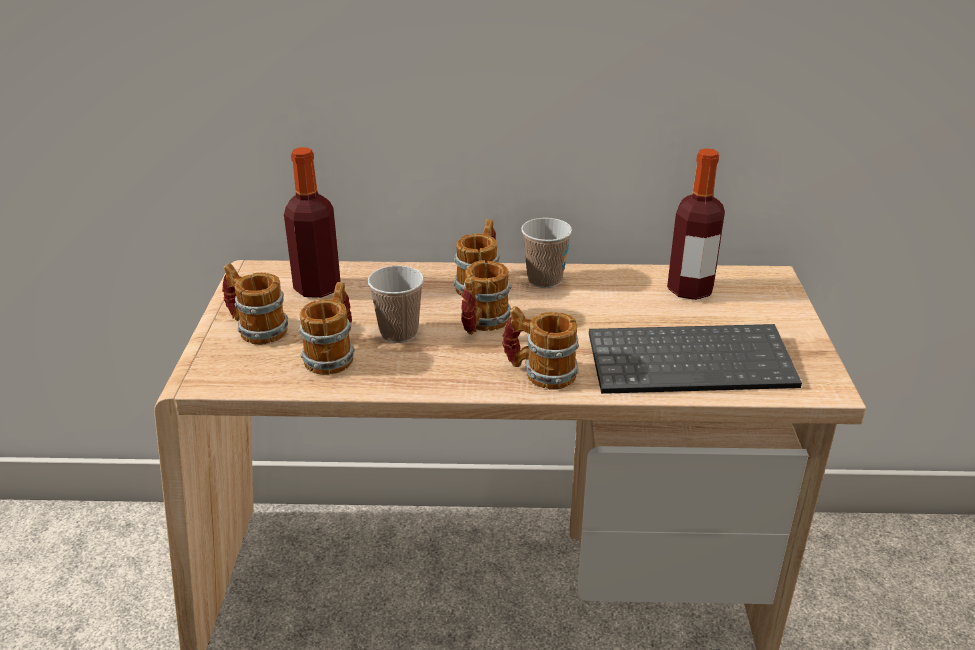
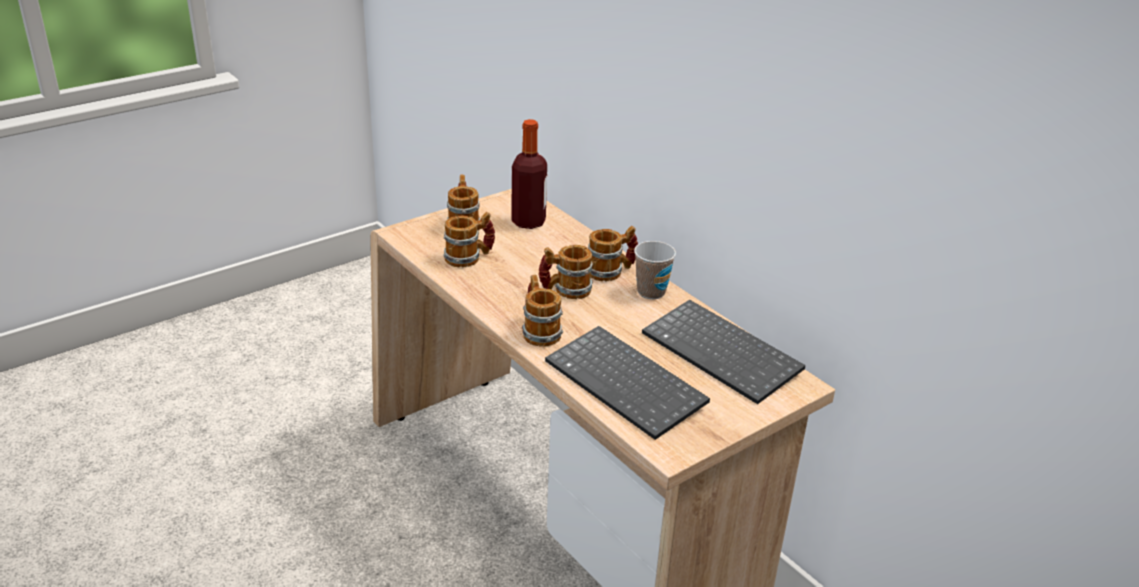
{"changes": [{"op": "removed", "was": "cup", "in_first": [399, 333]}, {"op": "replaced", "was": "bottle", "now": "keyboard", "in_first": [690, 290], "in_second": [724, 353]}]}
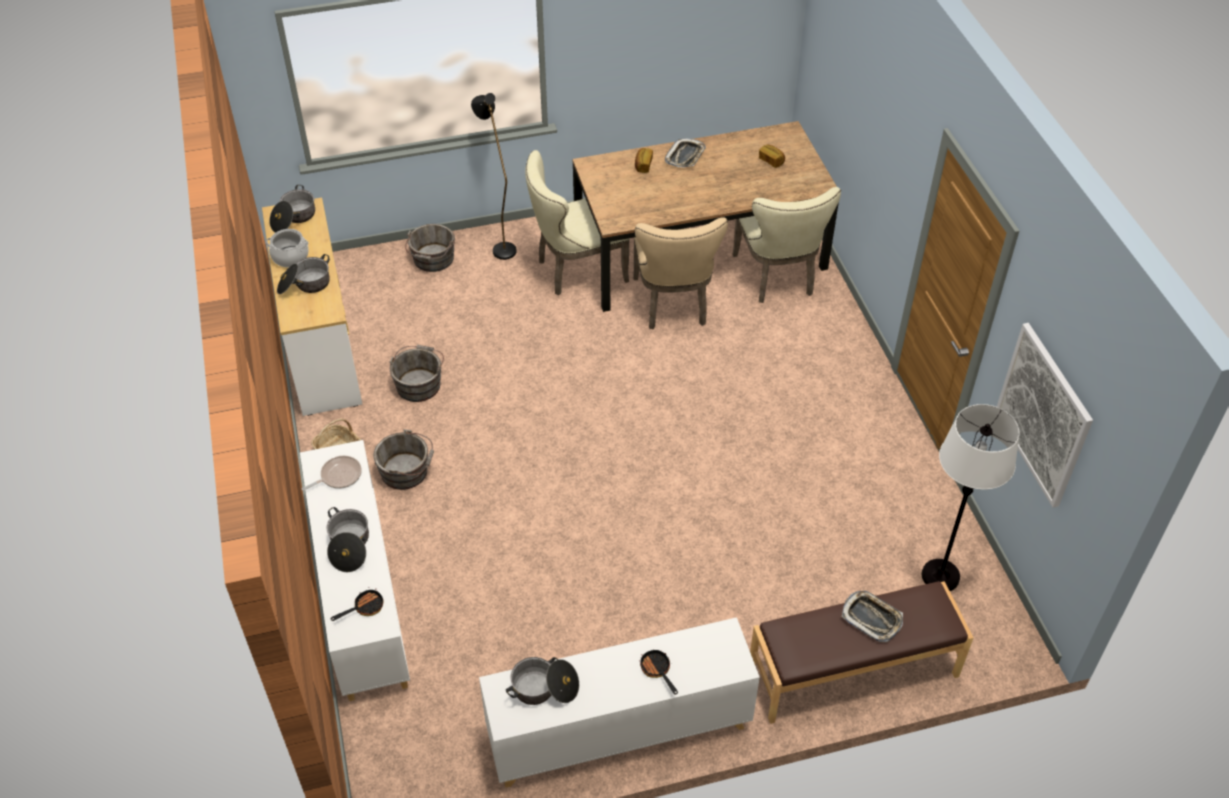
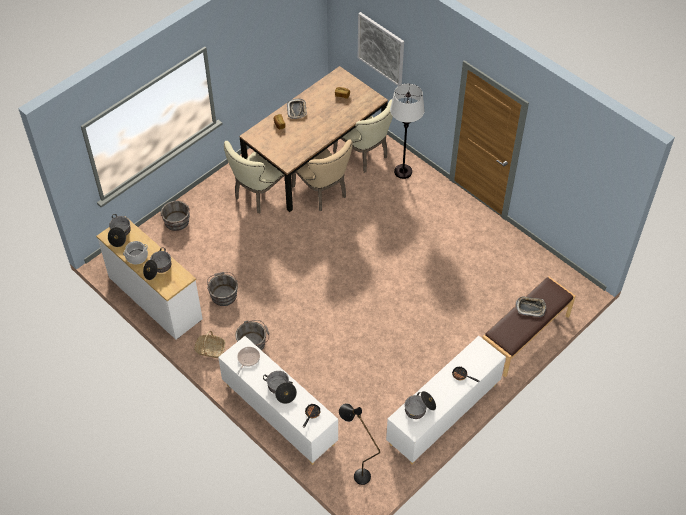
{"changes": [{"op": "moved", "was": "black floor lamp", "in_first": [500, 246], "in_second": [356, 473]}, {"op": "moved", "was": "white floor lamp", "in_first": [940, 576], "in_second": [403, 172]}, {"op": "moved", "was": "picture", "in_first": [1043, 415], "in_second": [381, 49]}]}
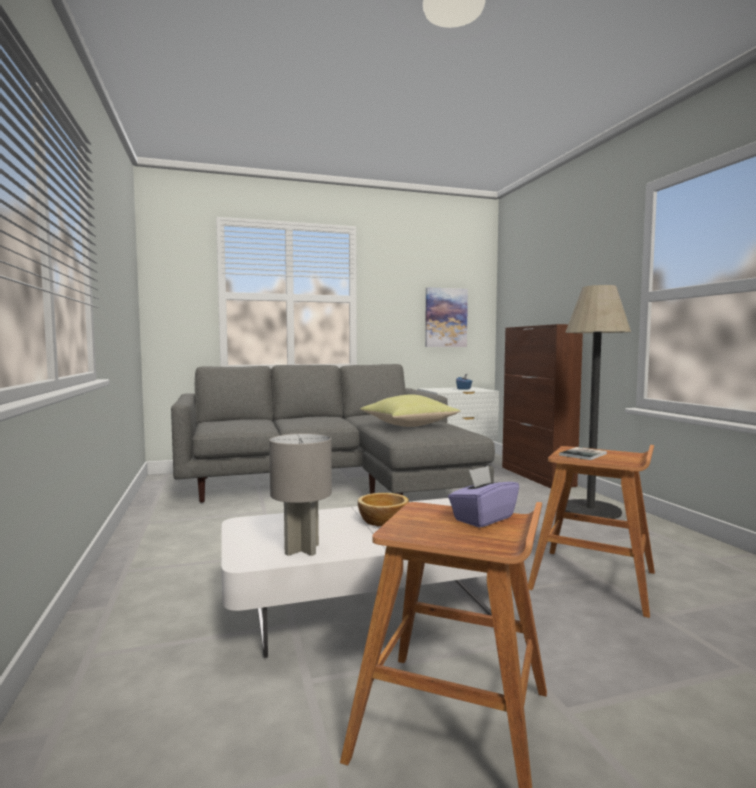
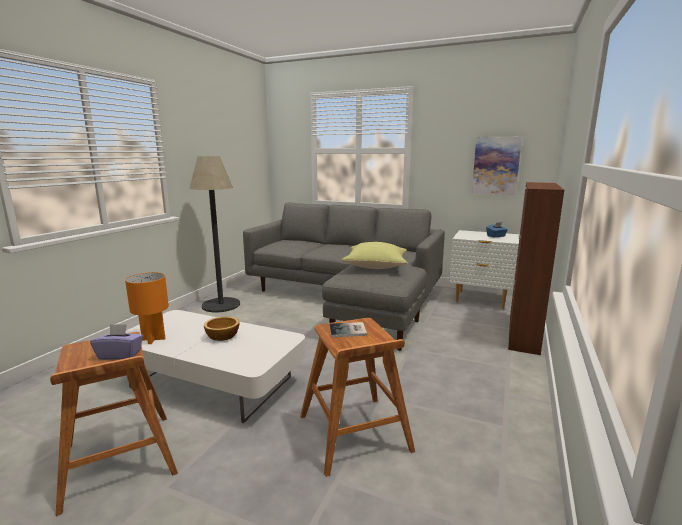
{"changes": [{"op": "recoloured", "was": "grey table lamp", "now": "orange table lamp", "in_first": [302, 549], "in_second": [154, 339]}, {"op": "moved", "was": "floor lamp", "in_first": [590, 510], "in_second": [221, 305]}]}
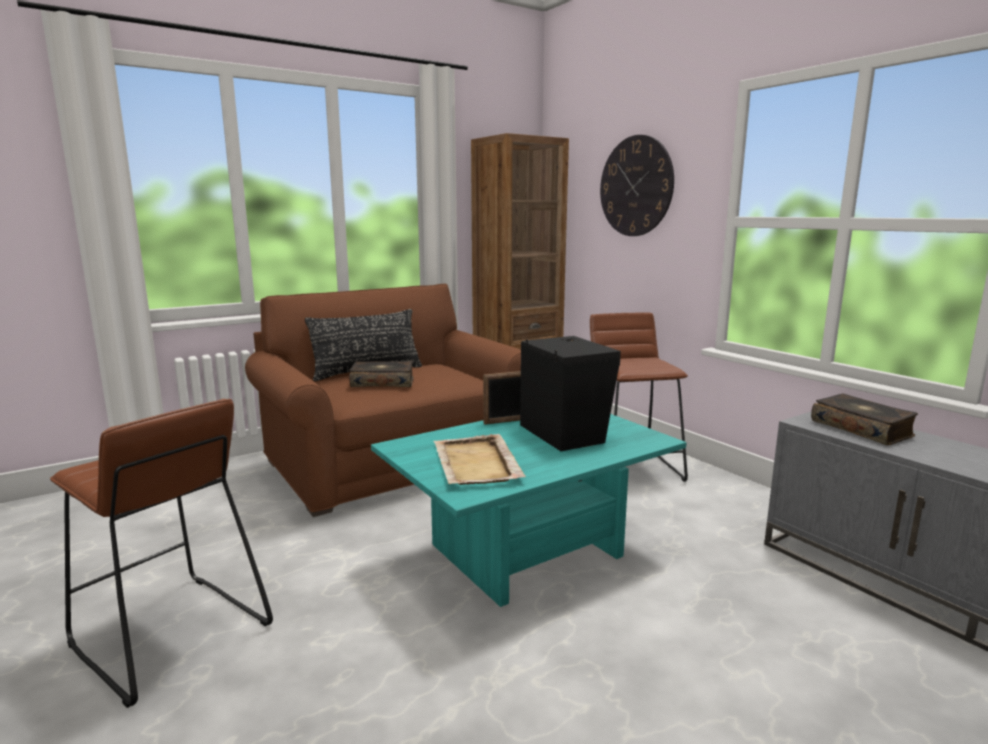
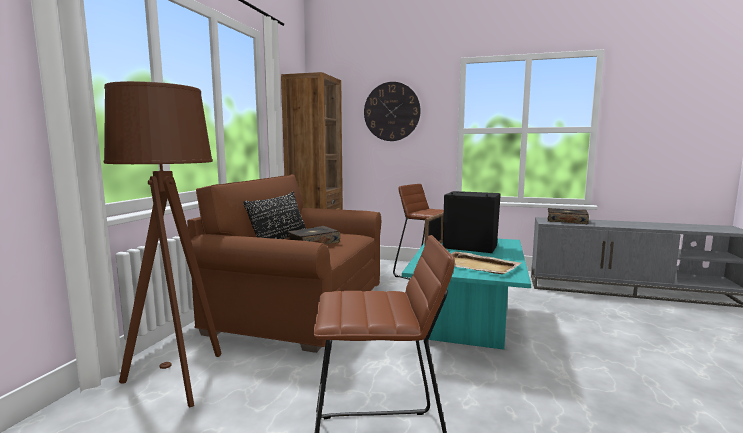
{"changes": [{"op": "added", "now": "brown floor lamp", "in_second": [179, 379]}]}
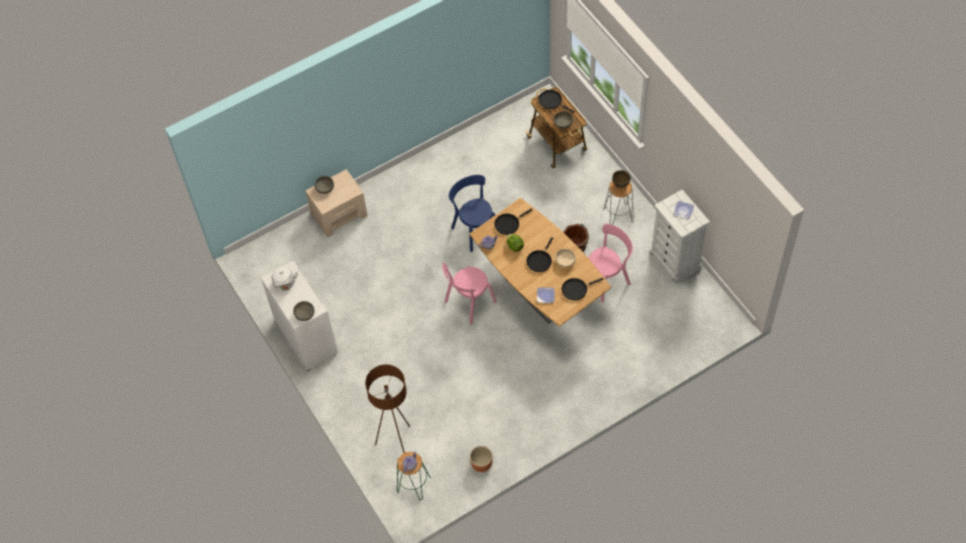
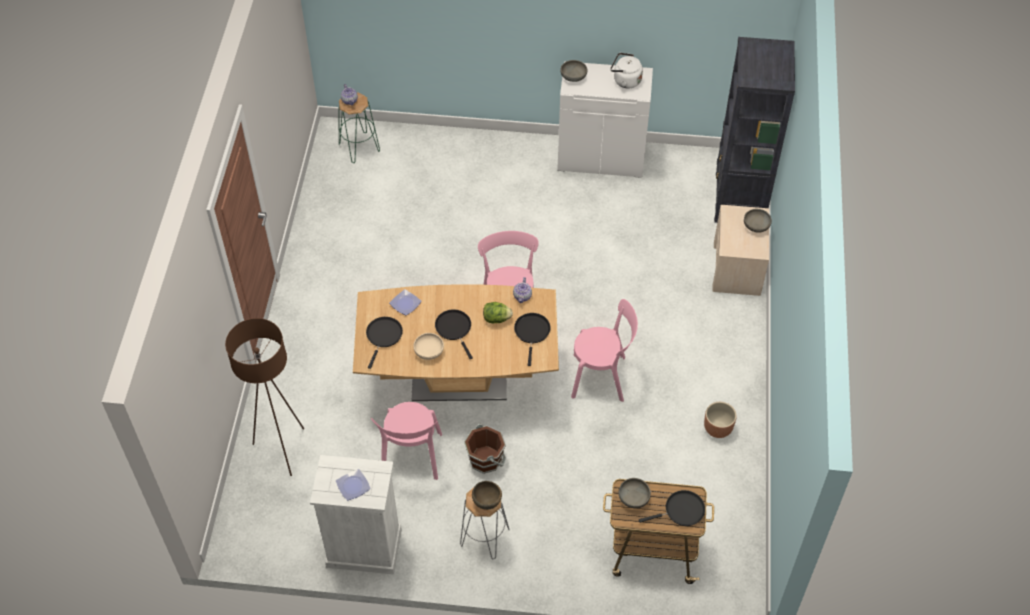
{"changes": [{"op": "moved", "was": "brown floor lamp", "in_first": [397, 443], "in_second": [282, 450]}, {"op": "recoloured", "was": "blue chair", "now": "pink chair", "in_first": [474, 229], "in_second": [602, 377]}, {"op": "moved", "was": "brown planter", "in_first": [482, 464], "in_second": [718, 429]}, {"op": "added", "now": "black bookcase", "in_second": [738, 201]}]}
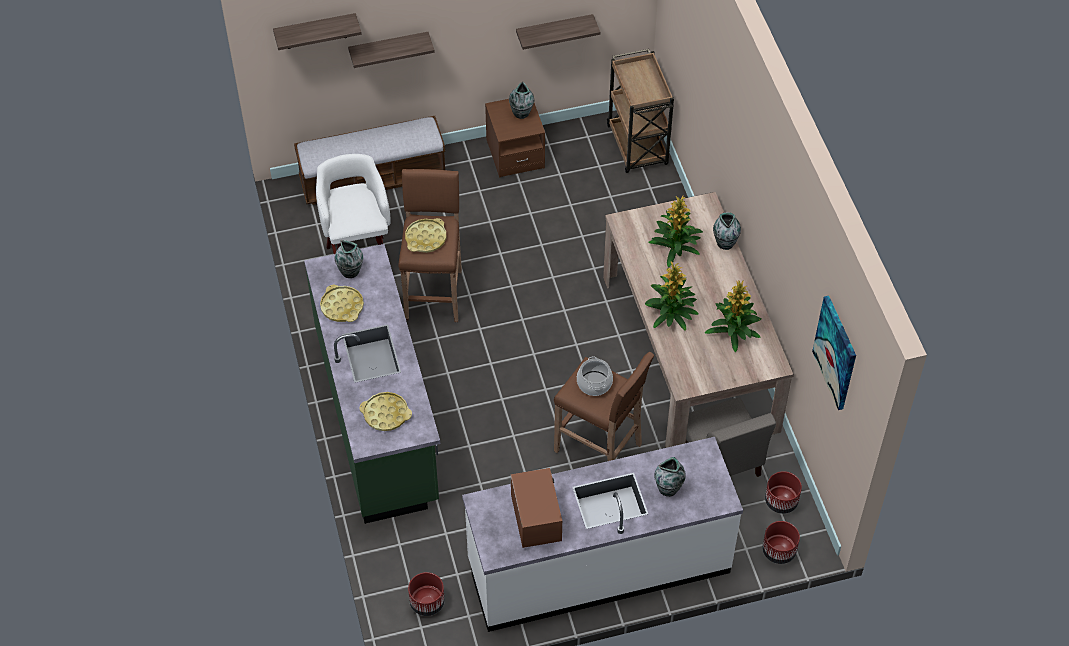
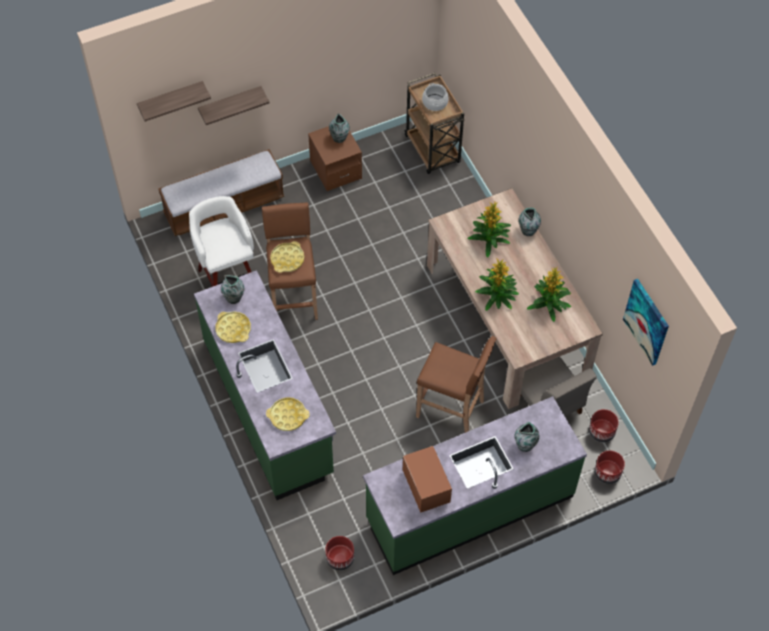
{"changes": [{"op": "recoloured", "was": "white counter", "now": "green counter", "in_first": [598, 566], "in_second": [469, 507]}, {"op": "removed", "was": "shelf", "in_first": [554, 31]}, {"op": "moved", "was": "cooking pot", "in_first": [594, 383], "in_second": [435, 102]}]}
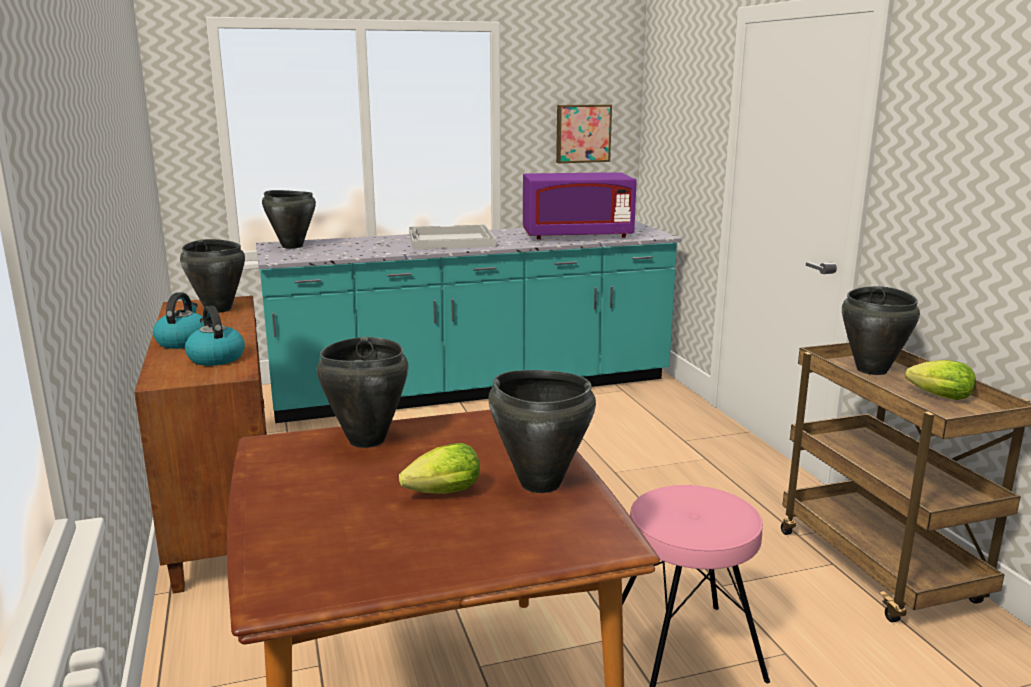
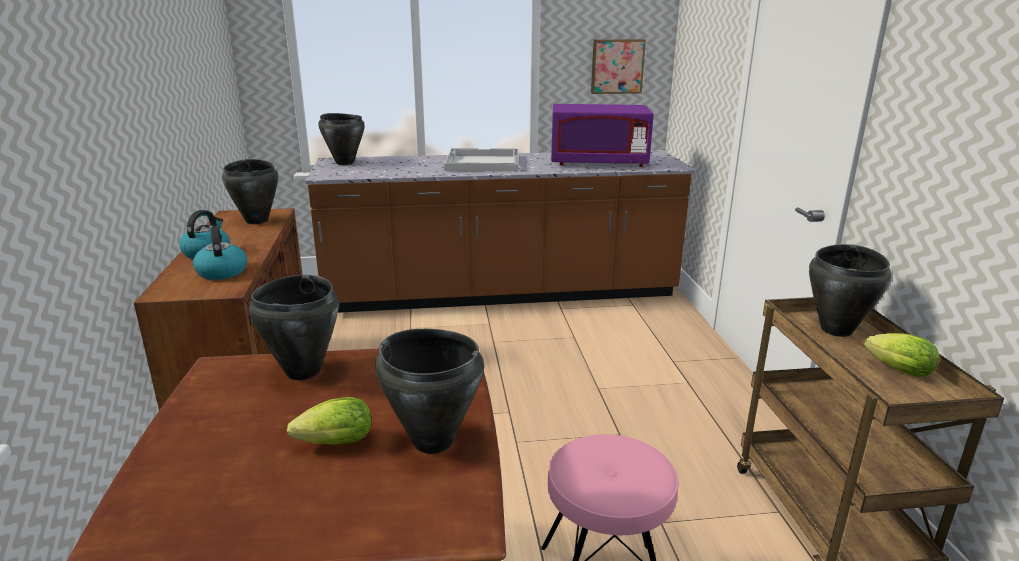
{"changes": [{"op": "recoloured", "was": "turquoise counter", "now": "brown counter", "in_first": [474, 389], "in_second": [501, 294]}]}
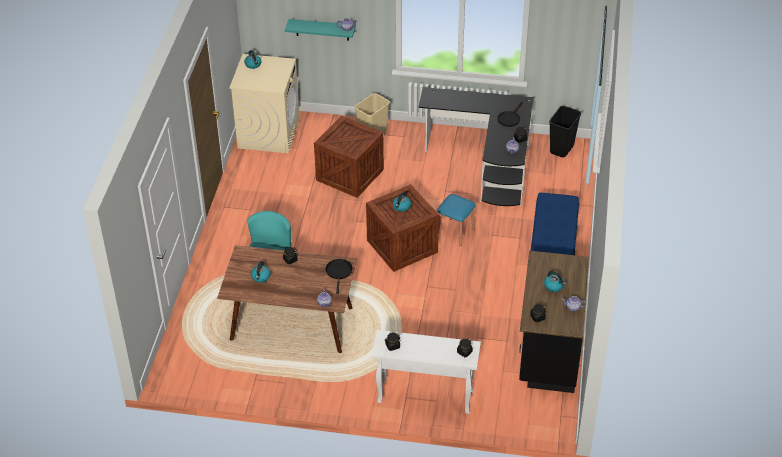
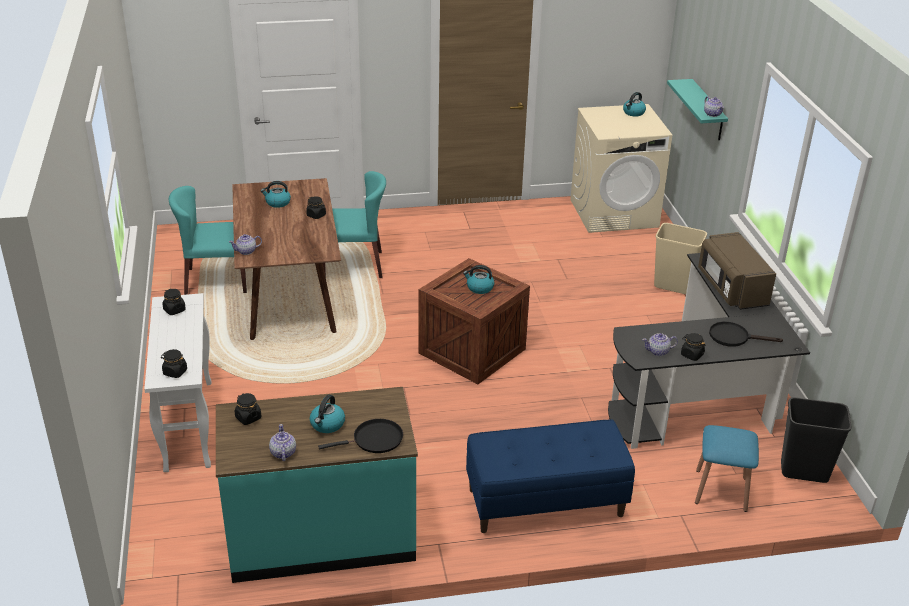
{"changes": [{"op": "removed", "was": "crate", "in_first": [350, 175]}, {"op": "moved", "was": "black frying pan", "in_first": [339, 272], "in_second": [374, 440]}, {"op": "moved", "was": "blue stool", "in_first": [455, 232], "in_second": [721, 490]}, {"op": "recoloured", "was": "black counter", "now": "turquoise counter", "in_first": [548, 349], "in_second": [321, 535]}, {"op": "added", "now": "turquoise chair", "in_second": [216, 281]}, {"op": "added", "now": "brown microwave", "in_second": [731, 288]}]}
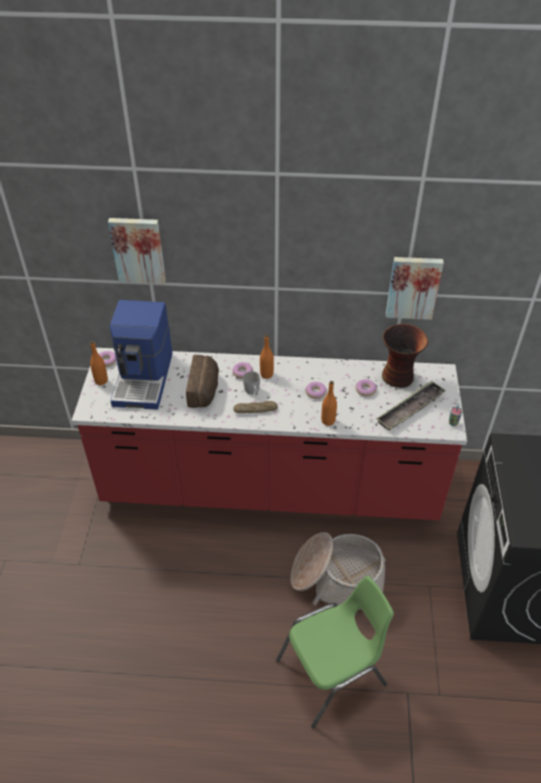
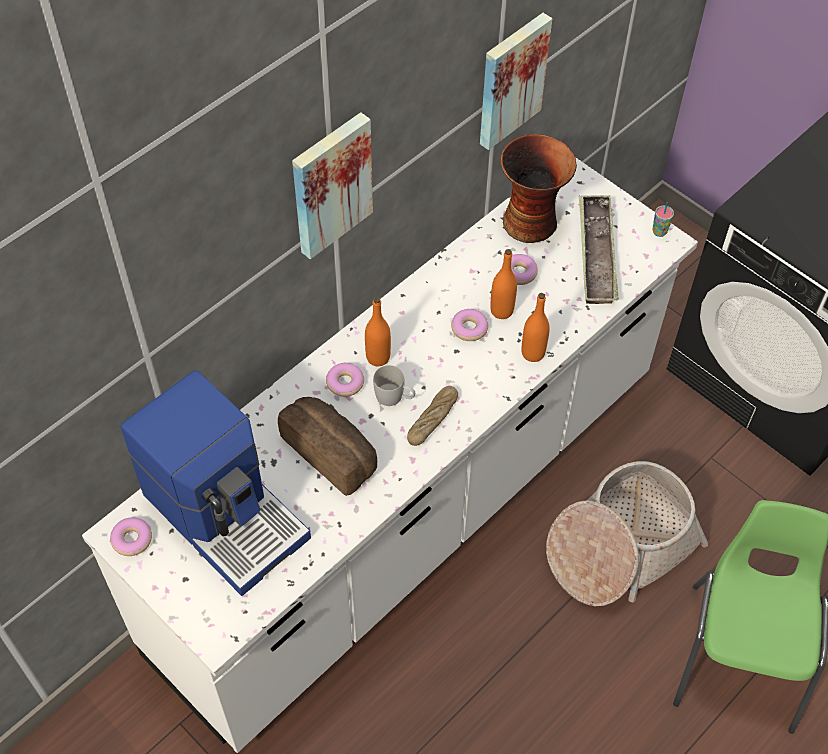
{"changes": [{"op": "recoloured", "was": "red counter", "now": "white counter", "in_first": [270, 488], "in_second": [411, 514]}, {"op": "moved", "was": "orange bottle", "in_first": [101, 381], "in_second": [501, 310]}, {"op": "moved", "was": "picture", "in_first": [138, 249], "in_second": [330, 184]}]}
